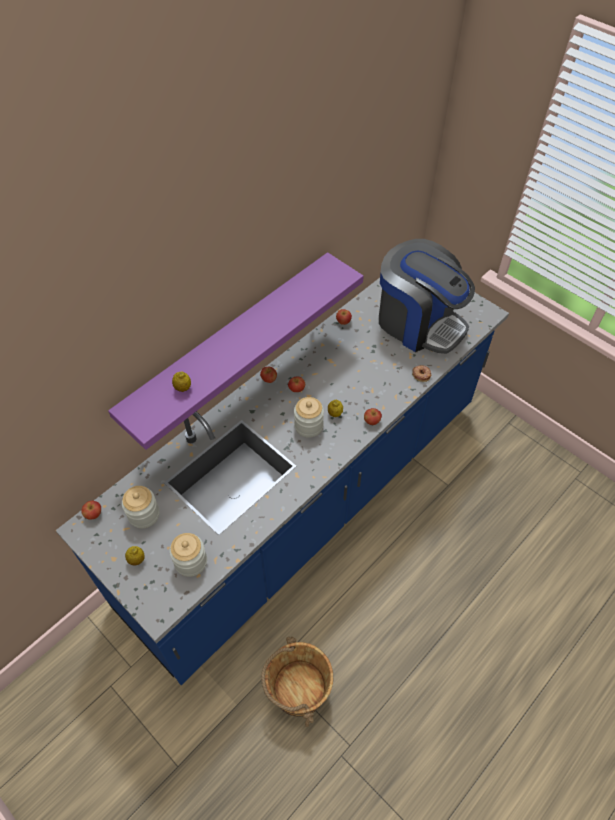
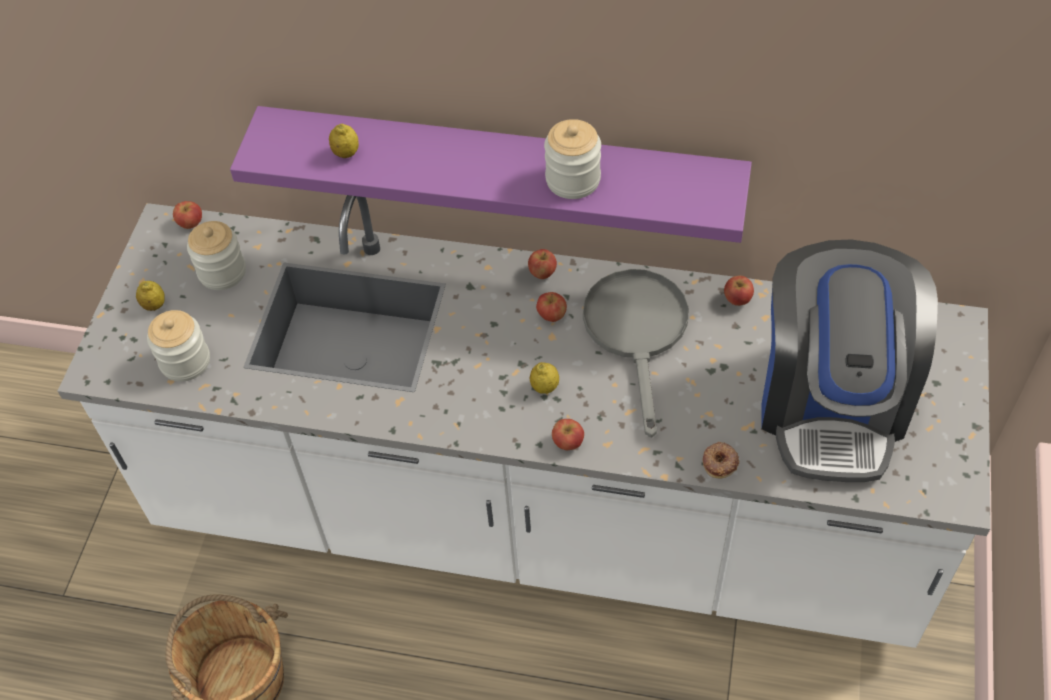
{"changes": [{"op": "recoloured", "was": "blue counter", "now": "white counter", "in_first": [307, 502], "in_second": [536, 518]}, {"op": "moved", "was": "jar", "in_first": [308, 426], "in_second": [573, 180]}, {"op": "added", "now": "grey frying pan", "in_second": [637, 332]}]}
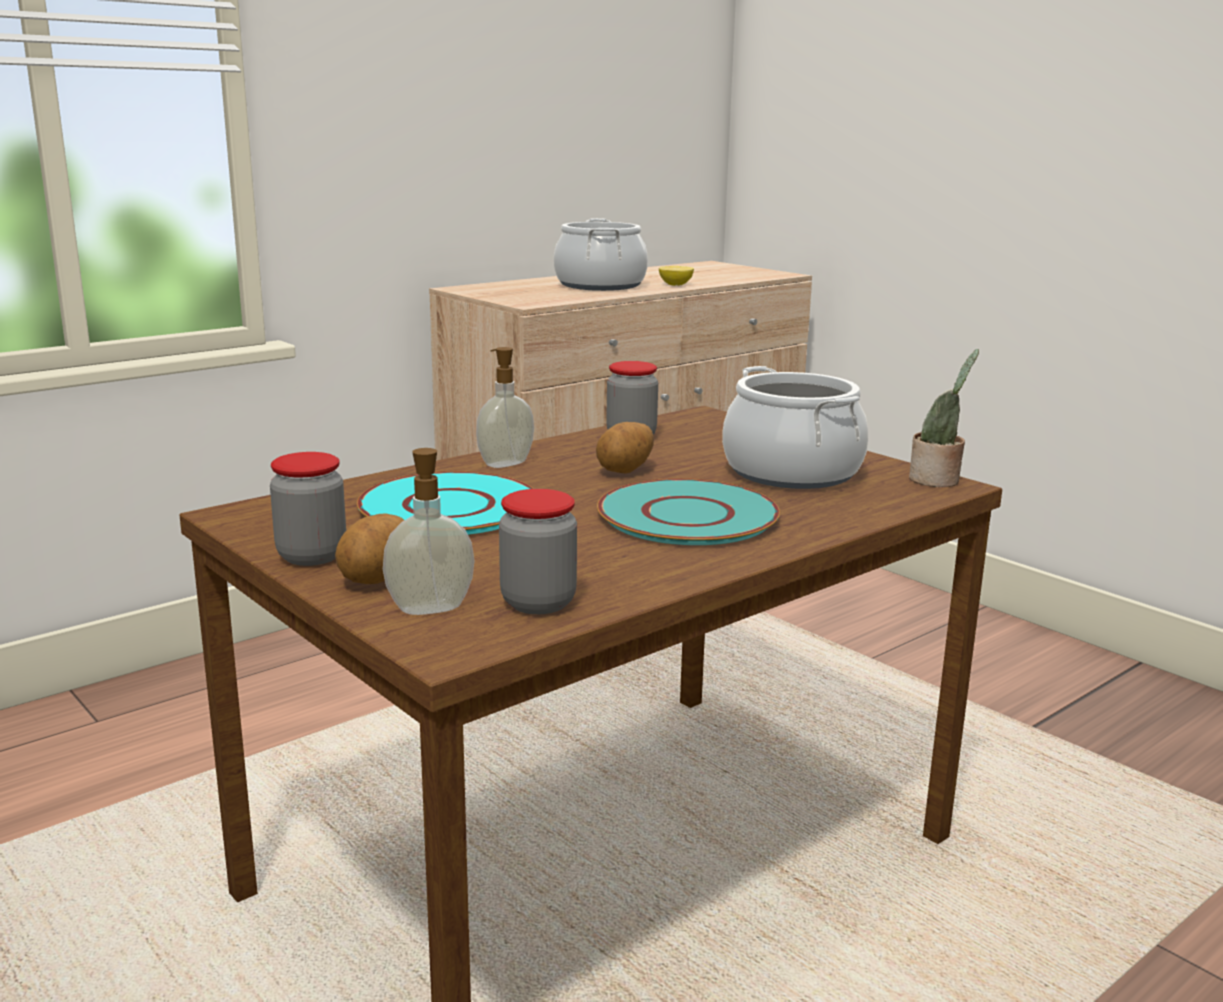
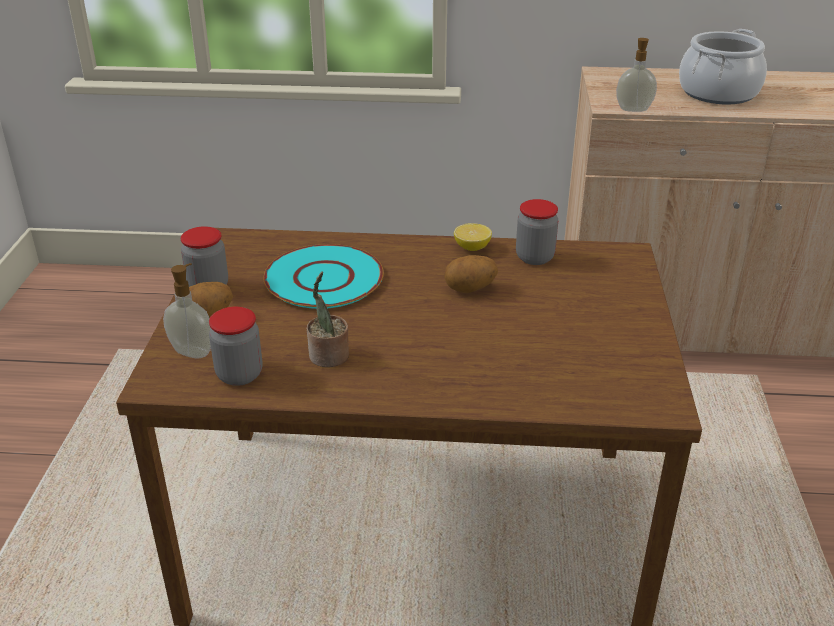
{"changes": [{"op": "moved", "was": "soap dispenser", "in_first": [504, 463], "in_second": [633, 109]}, {"op": "removed", "was": "turquoise plate", "in_first": [687, 515]}, {"op": "moved", "was": "lemon", "in_first": [675, 285], "in_second": [472, 248]}, {"op": "removed", "was": "cooking pot", "in_first": [791, 472]}, {"op": "moved", "was": "potted plant", "in_first": [937, 480], "in_second": [328, 357]}]}
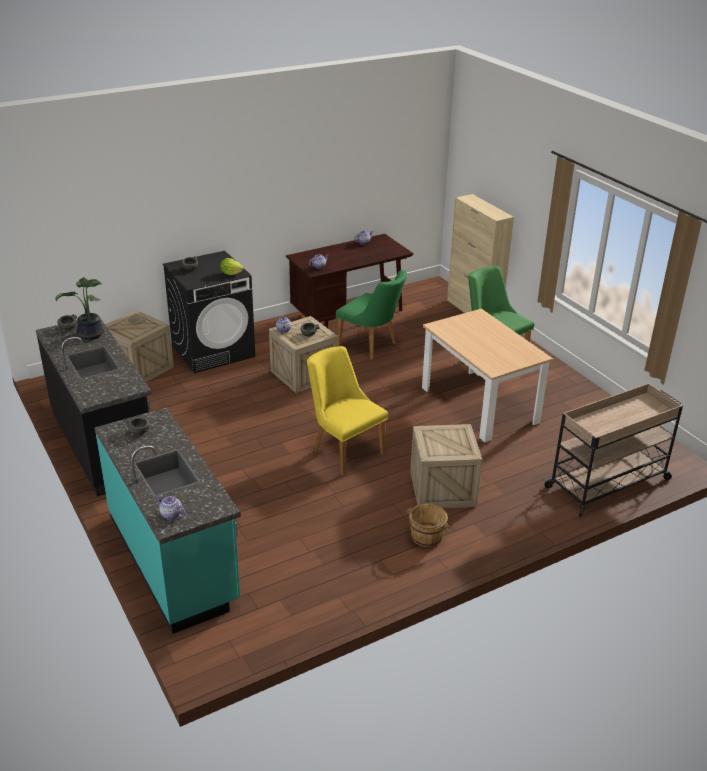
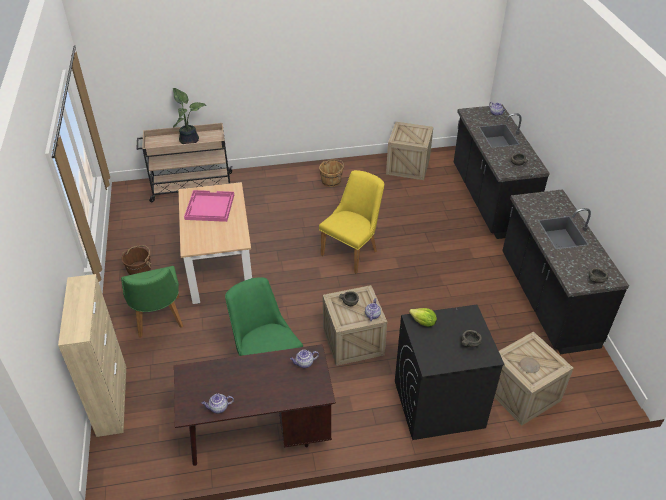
{"changes": [{"op": "moved", "was": "potted plant", "in_first": [90, 335], "in_second": [189, 140]}, {"op": "recoloured", "was": "turquoise counter", "now": "black counter", "in_first": [174, 559], "in_second": [489, 200]}, {"op": "turned", "was": "yellow chair", "in_first": [343, 449], "in_second": [353, 250], "clockwise": -120}, {"op": "moved", "was": "crate", "in_first": [442, 489], "in_second": [408, 166]}, {"op": "added", "now": "brown bucket", "in_second": [140, 270]}, {"op": "added", "now": "pink tray", "in_second": [209, 207]}]}
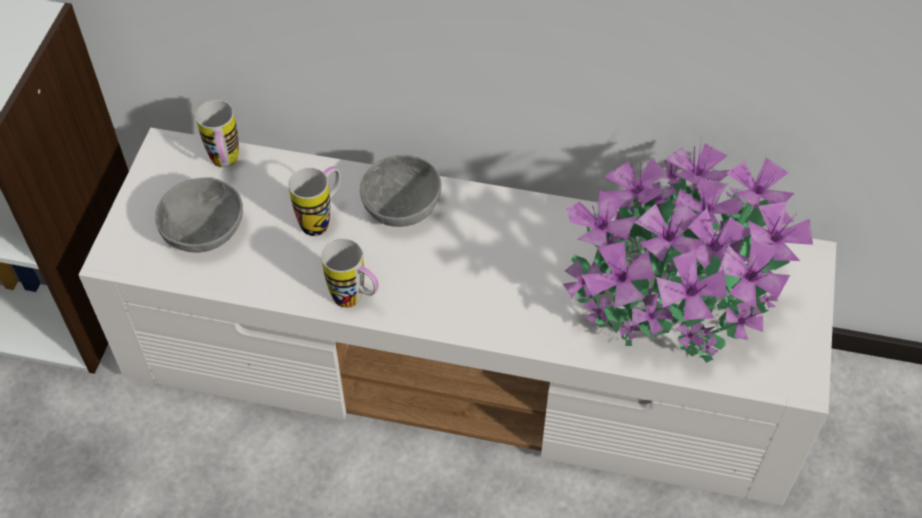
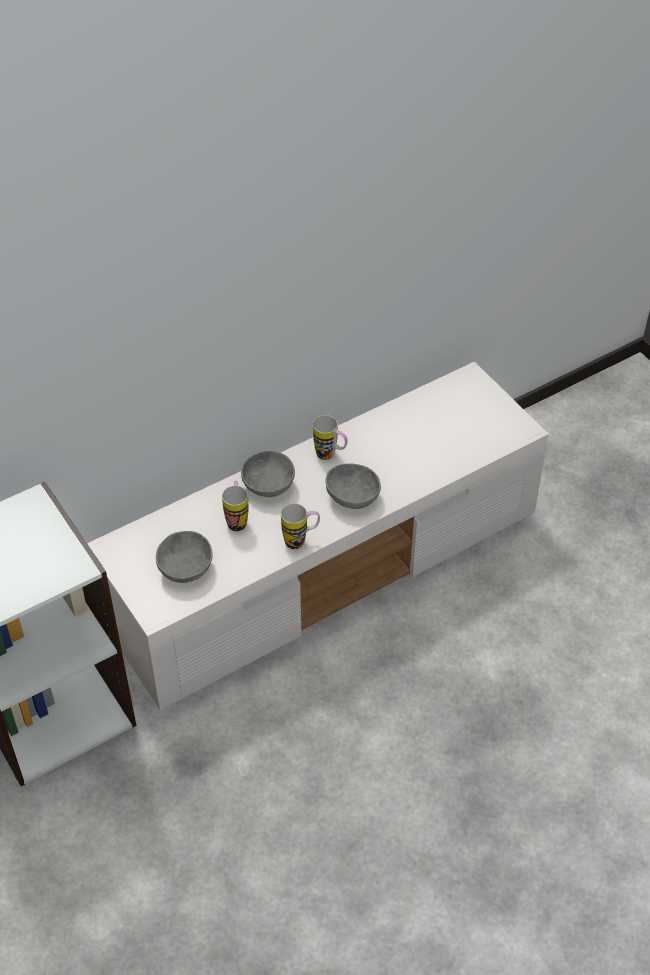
{"changes": [{"op": "moved", "was": "mug", "in_first": [226, 164], "in_second": [330, 456]}, {"op": "removed", "was": "potted plant", "in_first": [674, 292]}, {"op": "added", "now": "grey bowl", "in_second": [352, 496]}]}
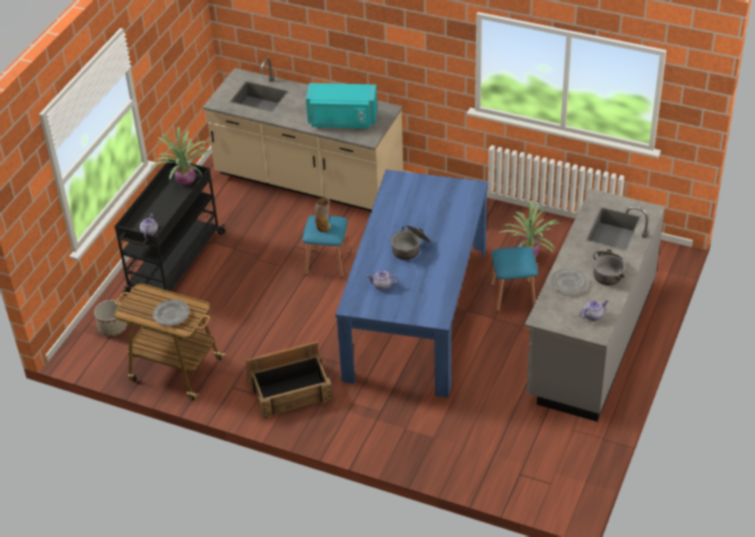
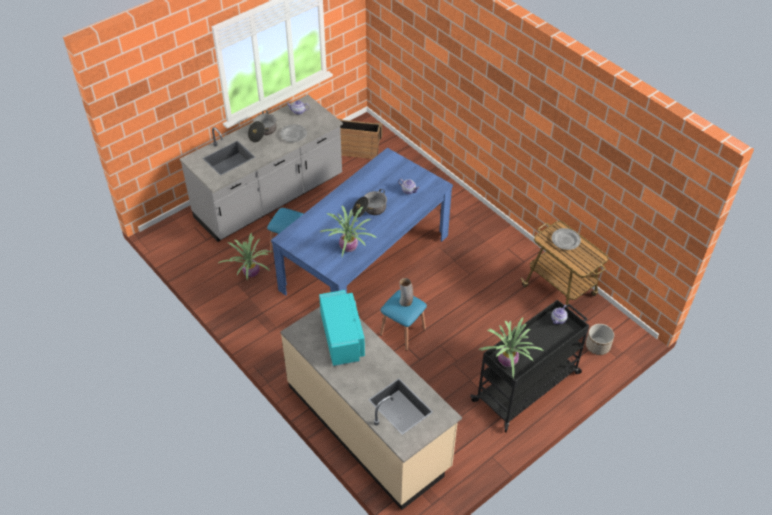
{"changes": [{"op": "moved", "was": "crate", "in_first": [290, 389], "in_second": [355, 145]}, {"op": "turned", "was": "turquoise microwave", "in_first": [342, 120], "in_second": [343, 337], "clockwise": 45}, {"op": "added", "now": "potted plant", "in_second": [348, 248]}]}
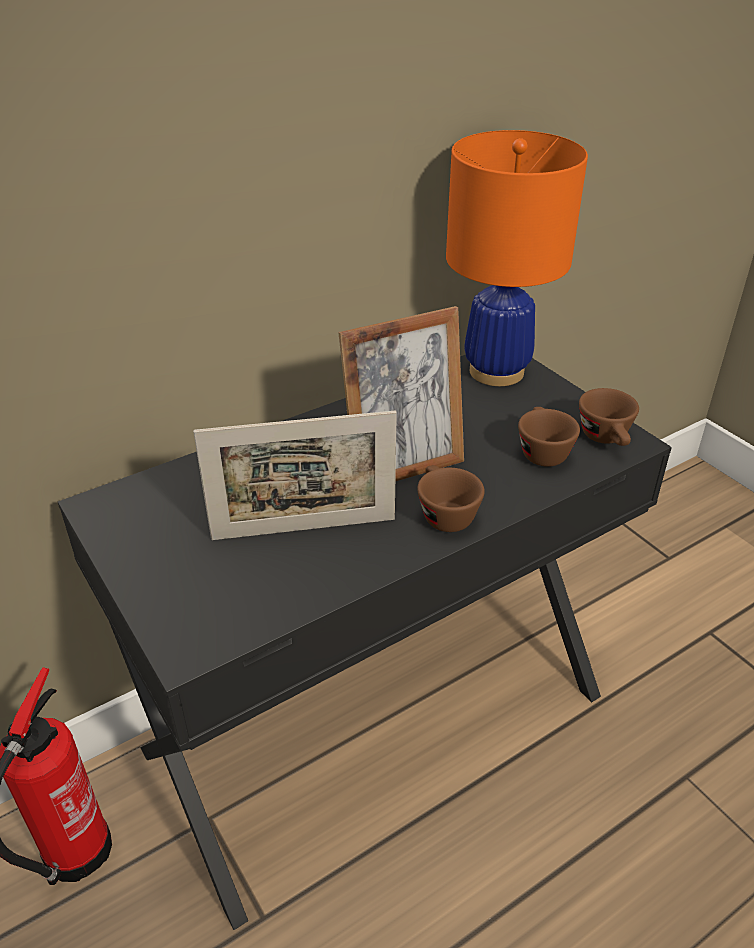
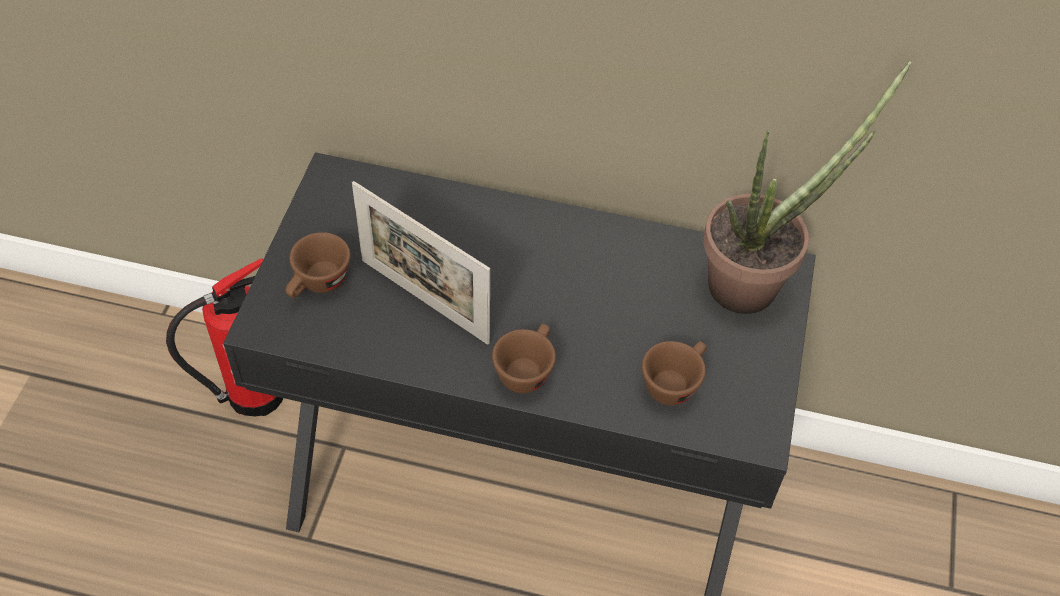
{"changes": [{"op": "removed", "was": "picture frame", "in_first": [404, 467]}, {"op": "replaced", "was": "orange table lamp", "now": "potted plant", "in_first": [497, 371], "in_second": [756, 281]}, {"op": "moved", "was": "brown cup", "in_first": [607, 439], "in_second": [318, 284]}]}
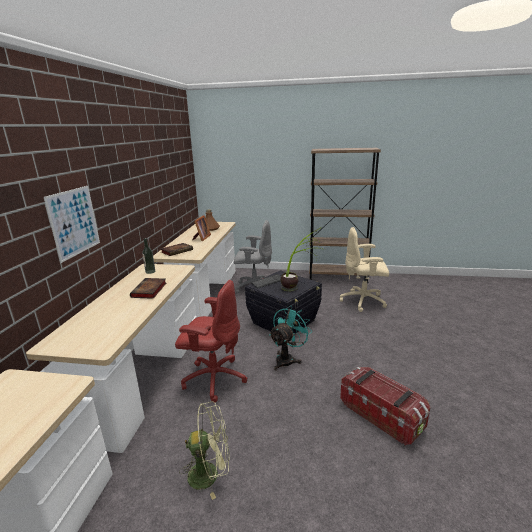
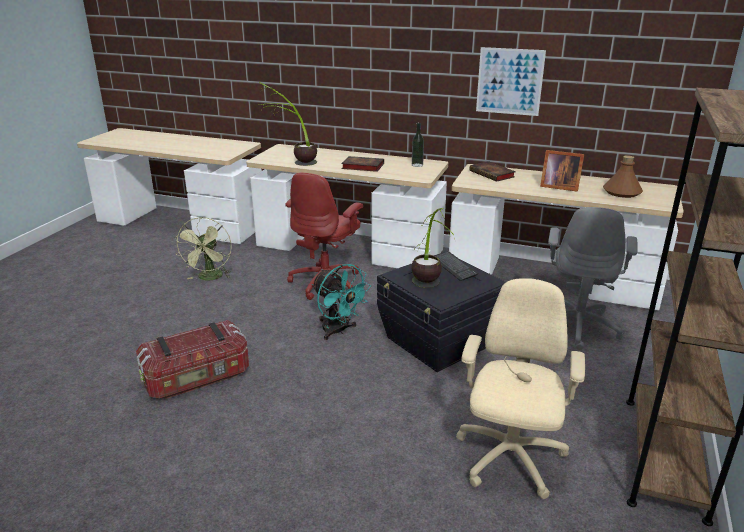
{"changes": [{"op": "moved", "was": "picture", "in_first": [74, 222], "in_second": [509, 81]}, {"op": "added", "now": "potted plant", "in_second": [293, 161]}]}
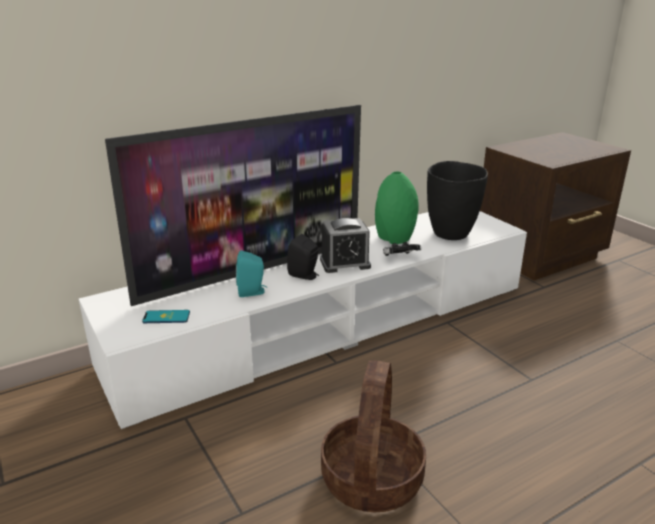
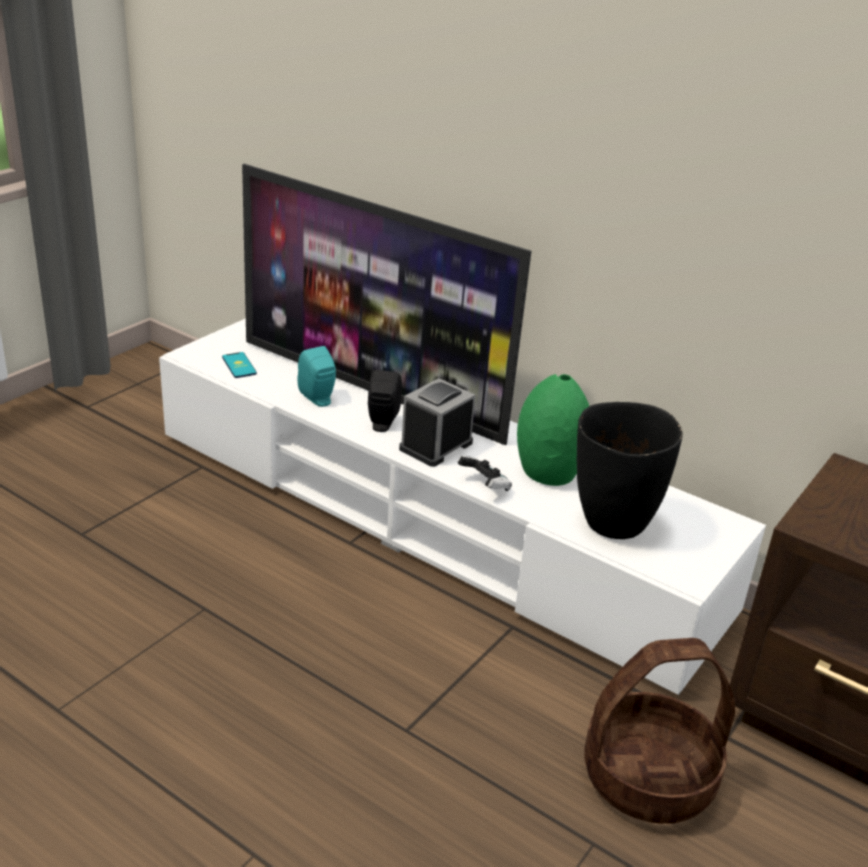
{"changes": [{"op": "turned", "was": "alarm clock", "in_first": [345, 263], "in_second": [436, 446], "clockwise": 75}, {"op": "moved", "was": "basket", "in_first": [371, 478], "in_second": [648, 777]}]}
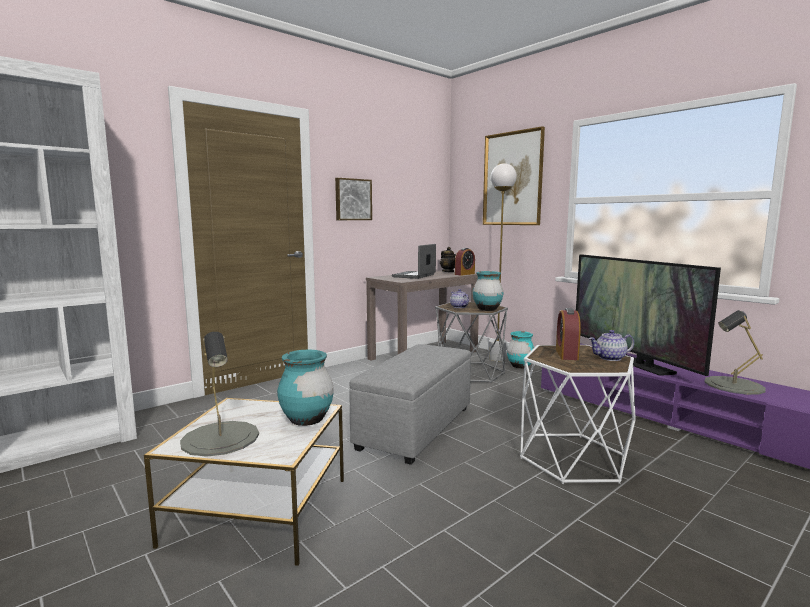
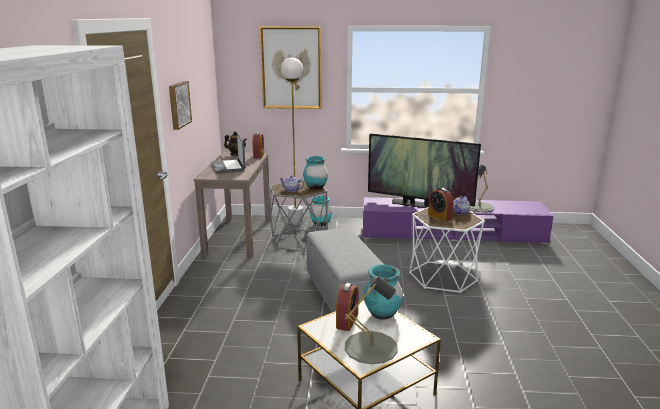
{"changes": [{"op": "added", "now": "alarm clock", "in_second": [347, 321]}]}
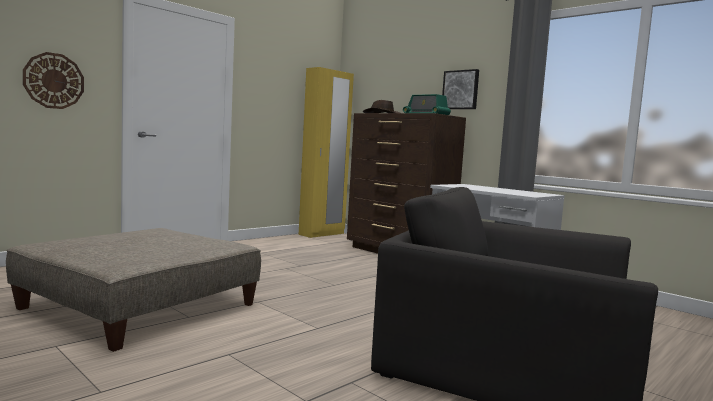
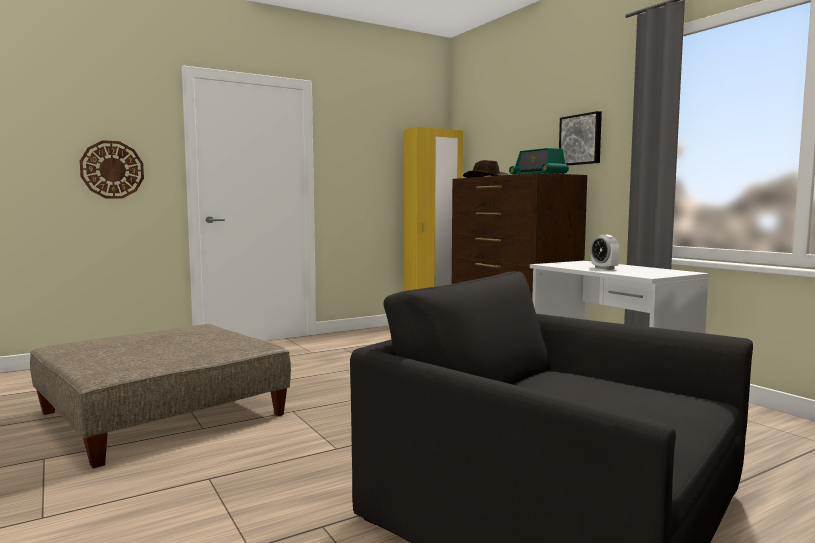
{"changes": [{"op": "added", "now": "alarm clock", "in_second": [604, 268]}]}
